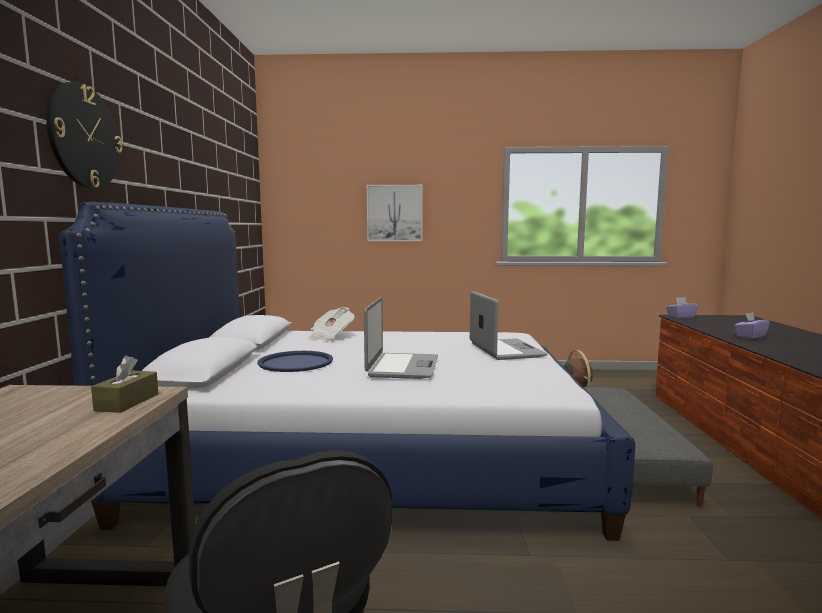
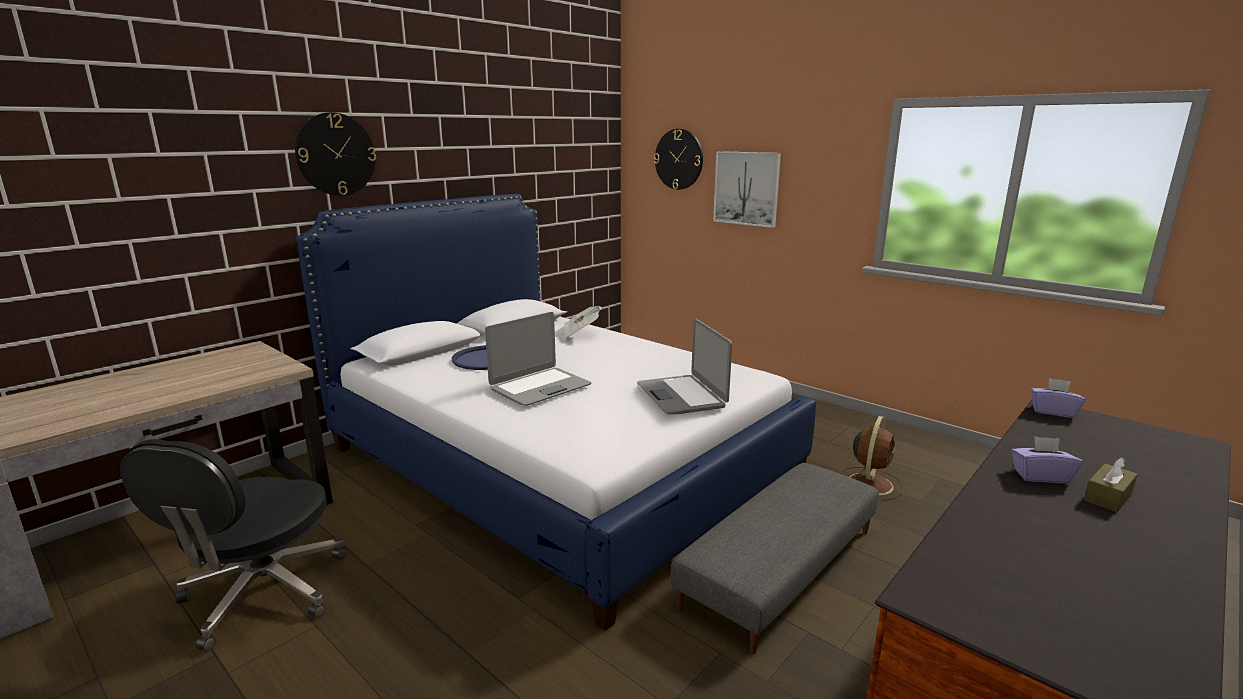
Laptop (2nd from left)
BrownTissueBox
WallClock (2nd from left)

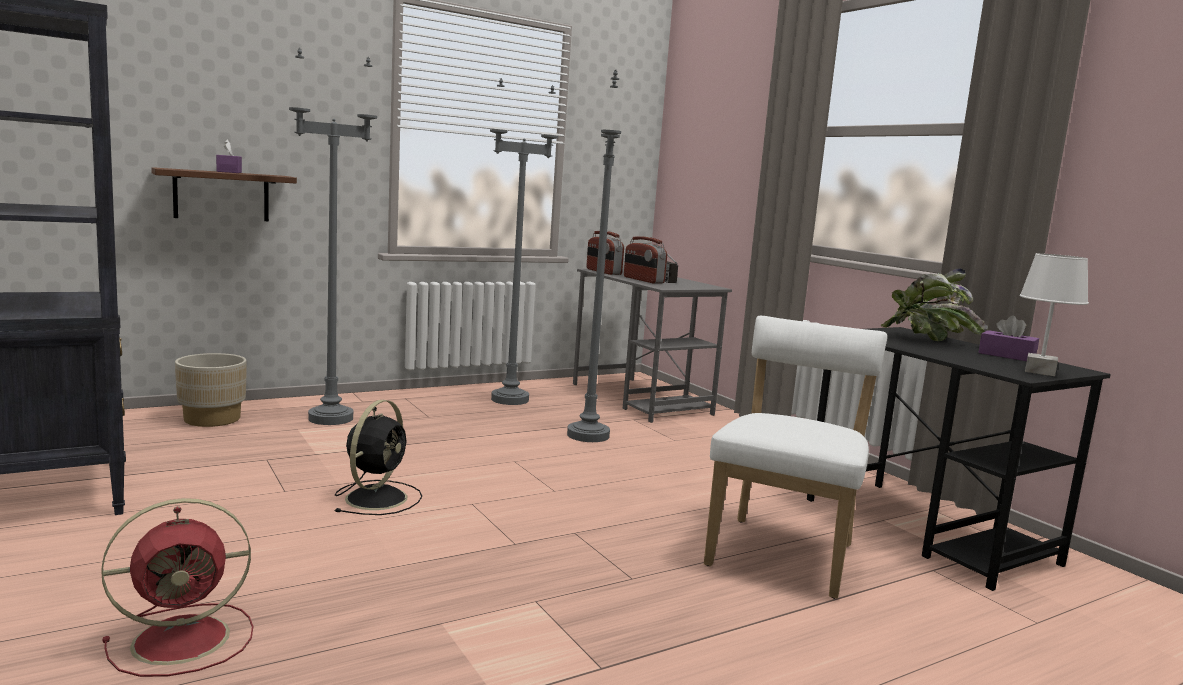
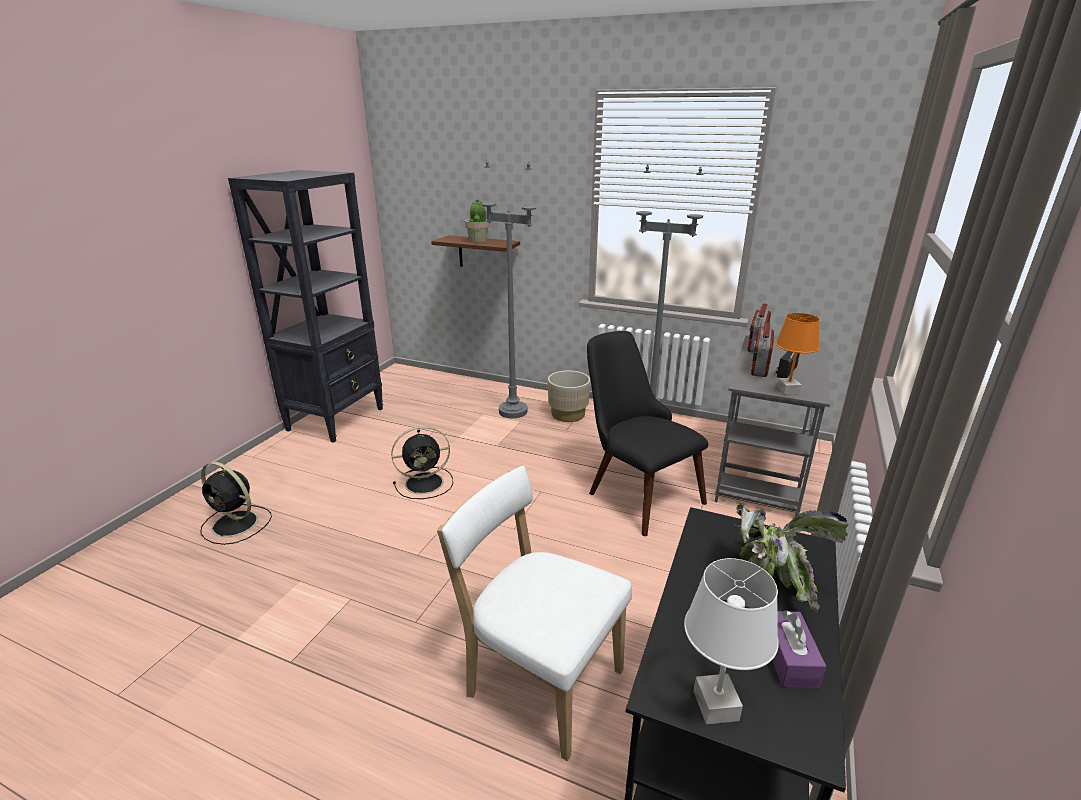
BlackChair
PottedPlant (1st from left)
WhiteChair
BeigePlanter
BlackFan (1st from left)
OrangeTableLamp

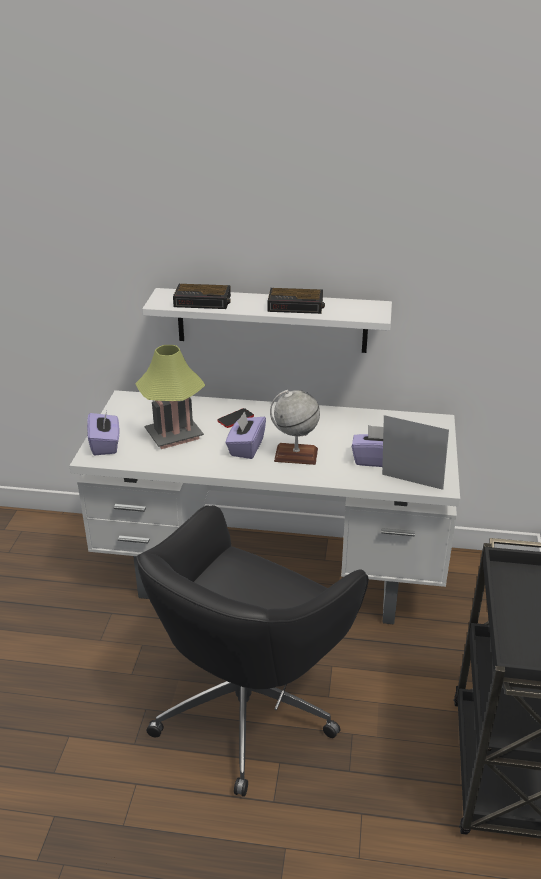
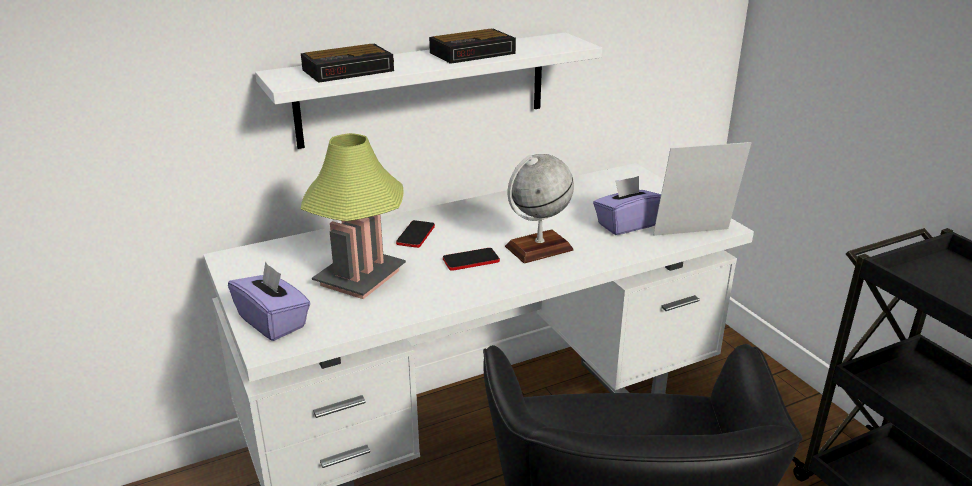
Phone (2nd from left)

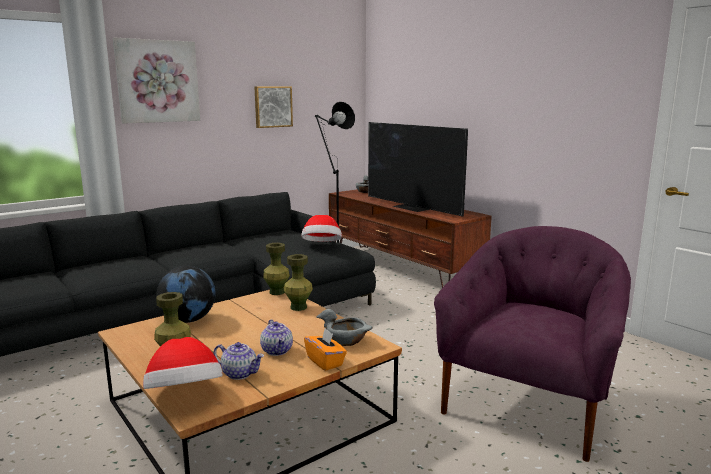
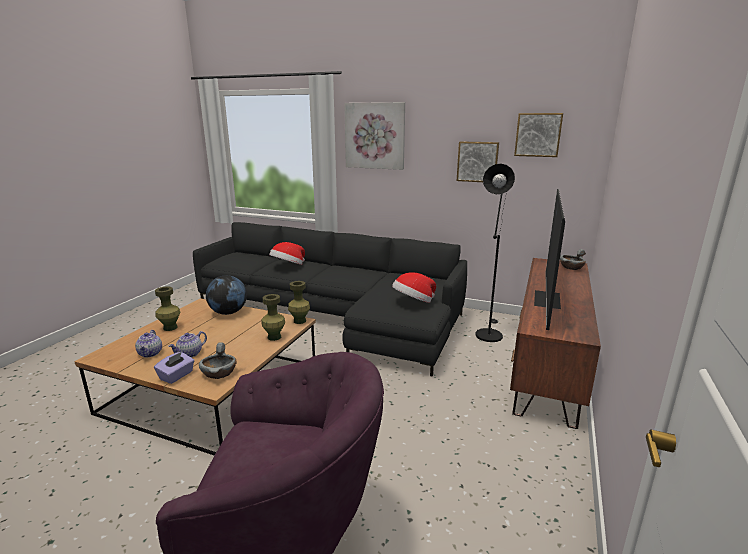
PurpleTissueBox
Hat (1st from left)
Picture (3rd from left)

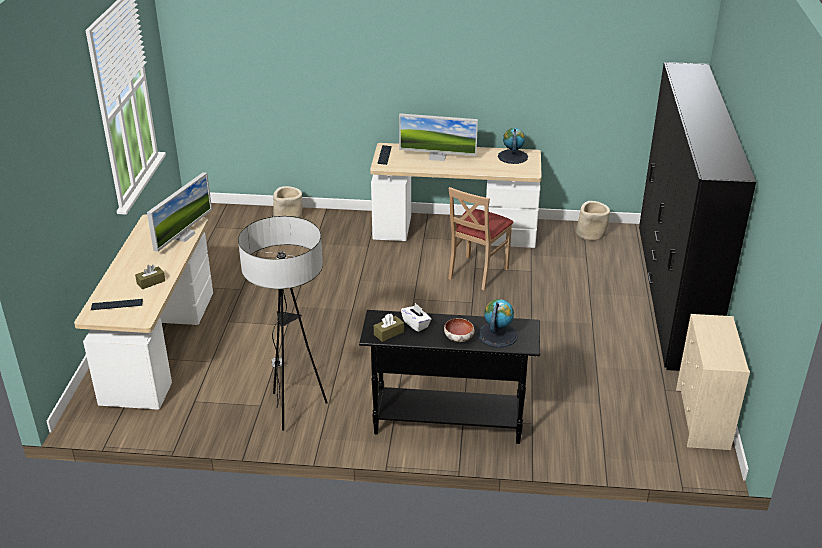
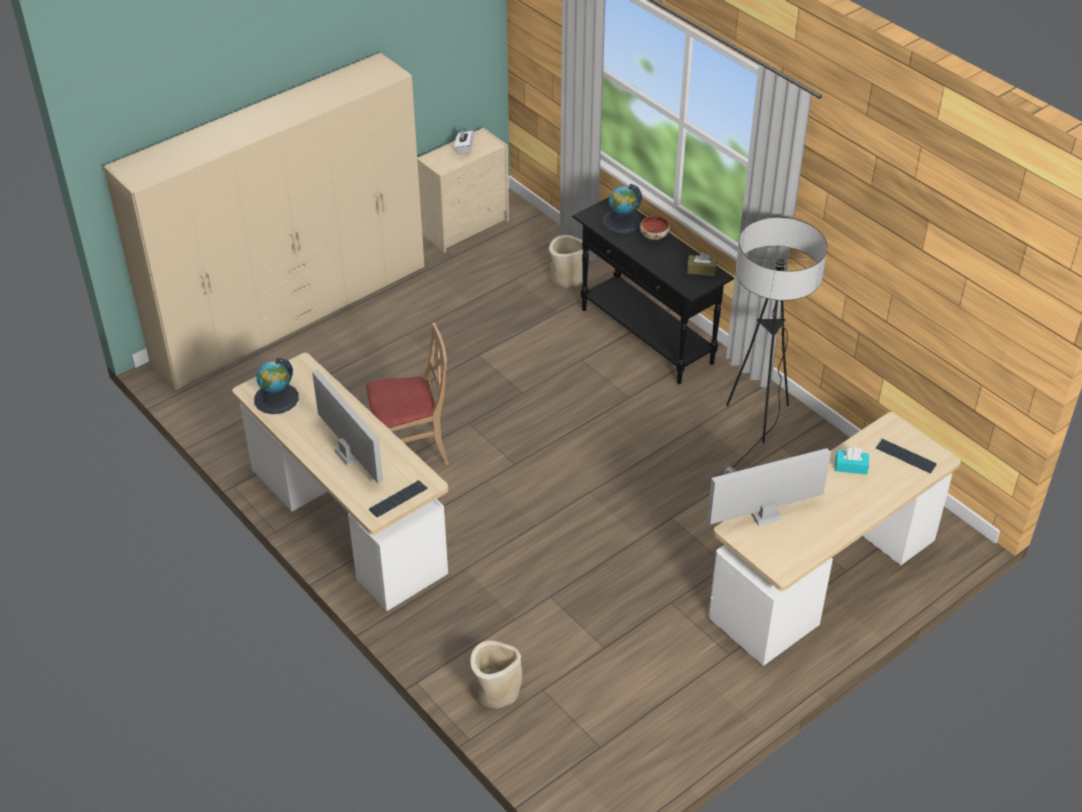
BeigeWardrobe
BeigePlanter (2nd from left)
TurquoiseTissueBox
WhiteTissueBox

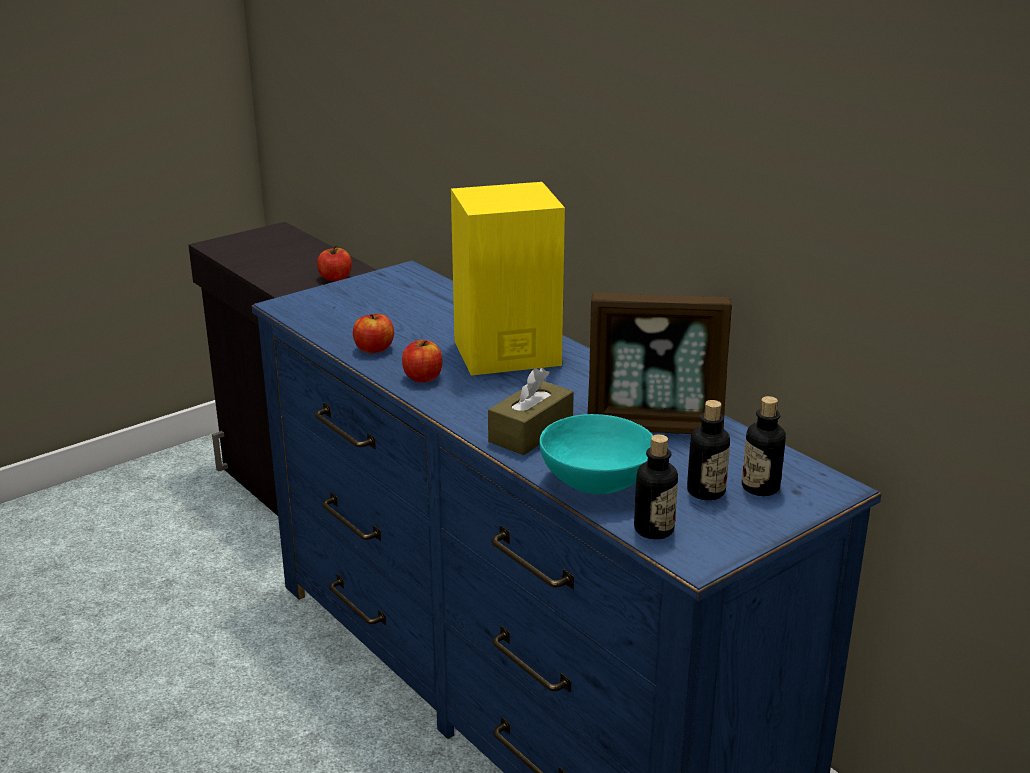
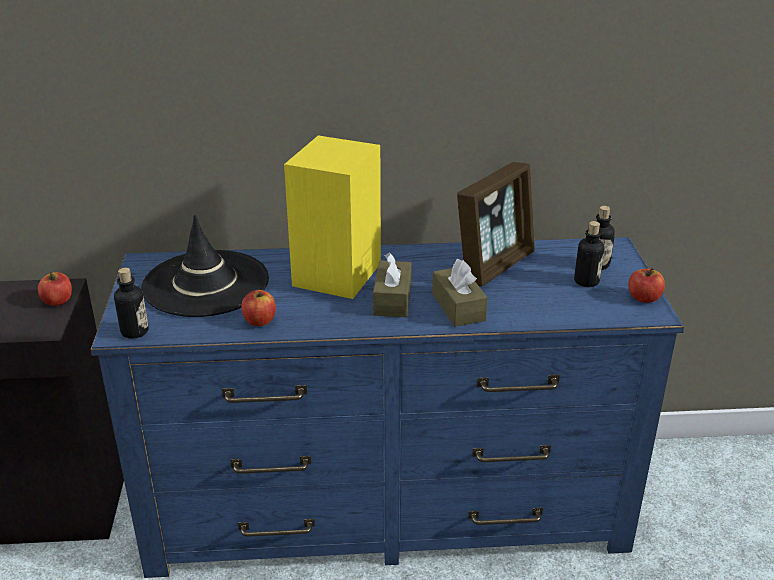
Apple (3rd from left)
TurquoiseBowl
Bottle (1st from left)
BlackHat
BrownTissueBox (1st from left)

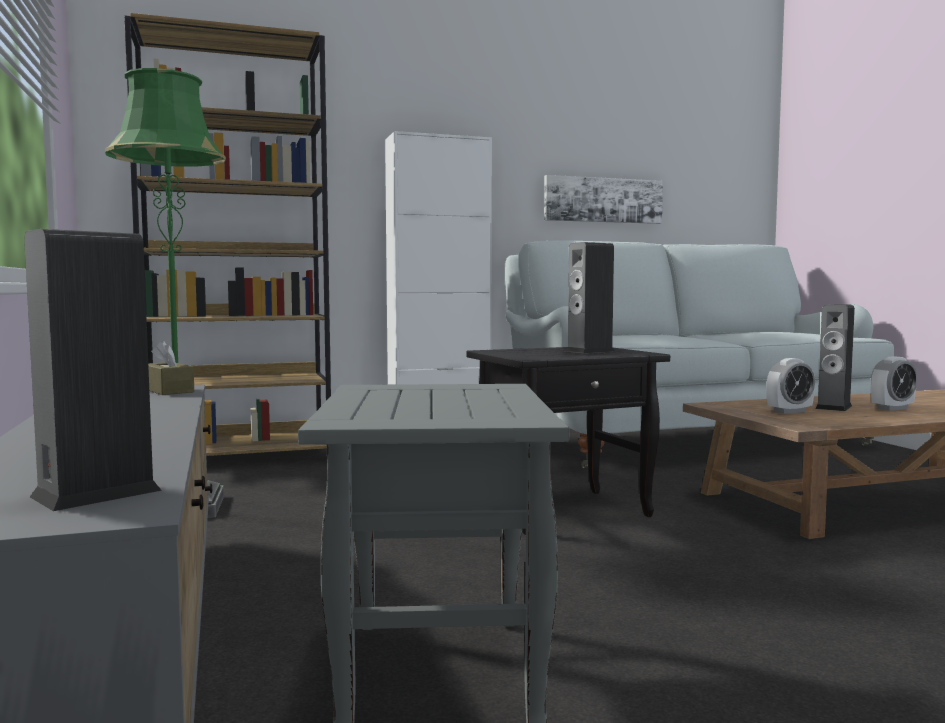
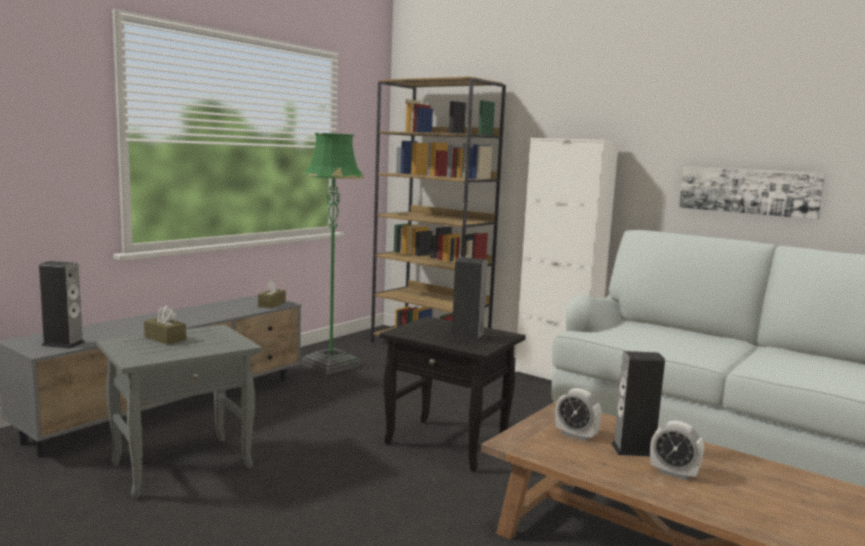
BrownTissueBox (1st from left)

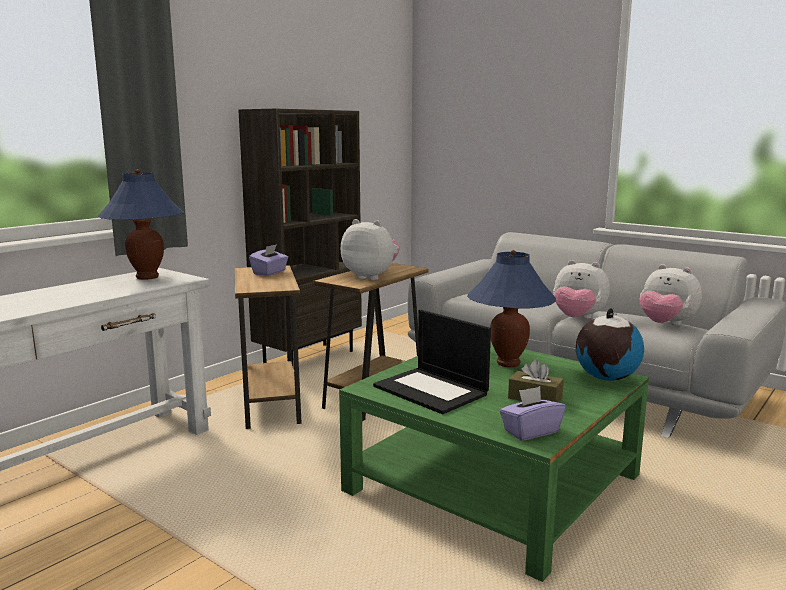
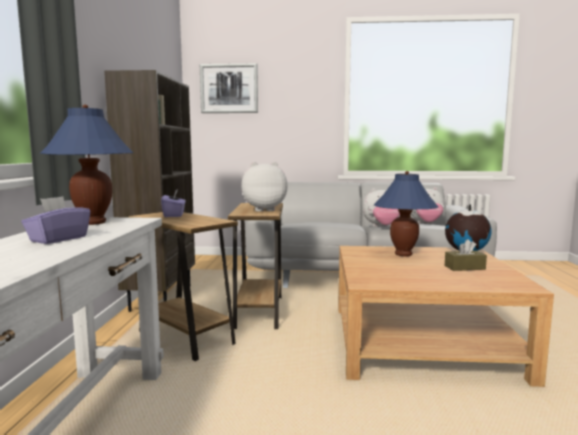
Laptop
BeigeCoffeeTable
PurpleTissueBox (1st from left)
Picture

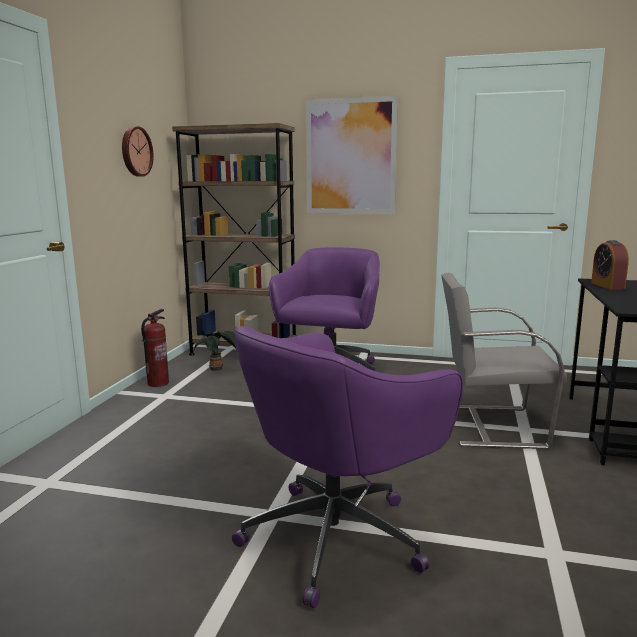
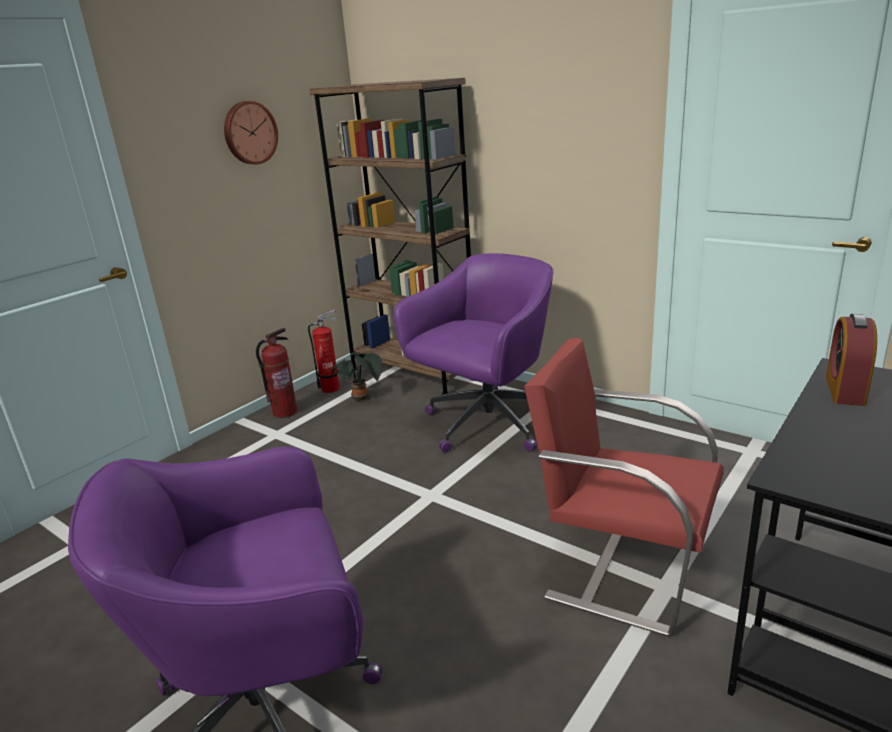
Picture
RedChair
FireExtinguisher (2nd from left)

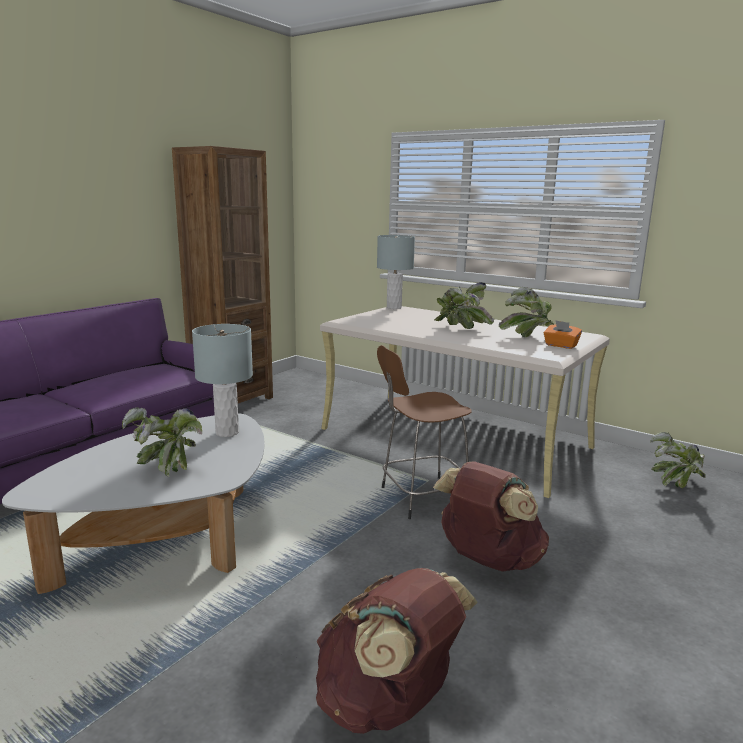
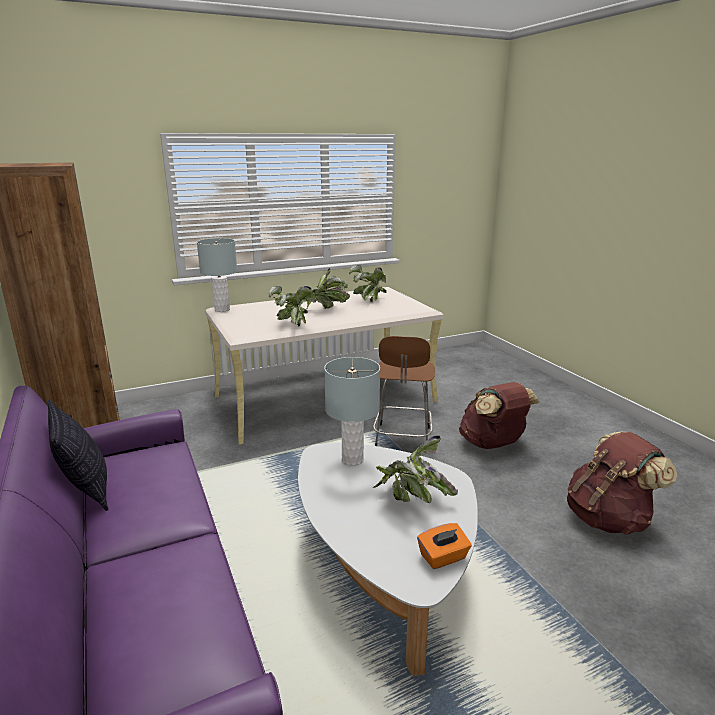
OrangeTissueBox
PottedPlant (1st from left)
Pillow

